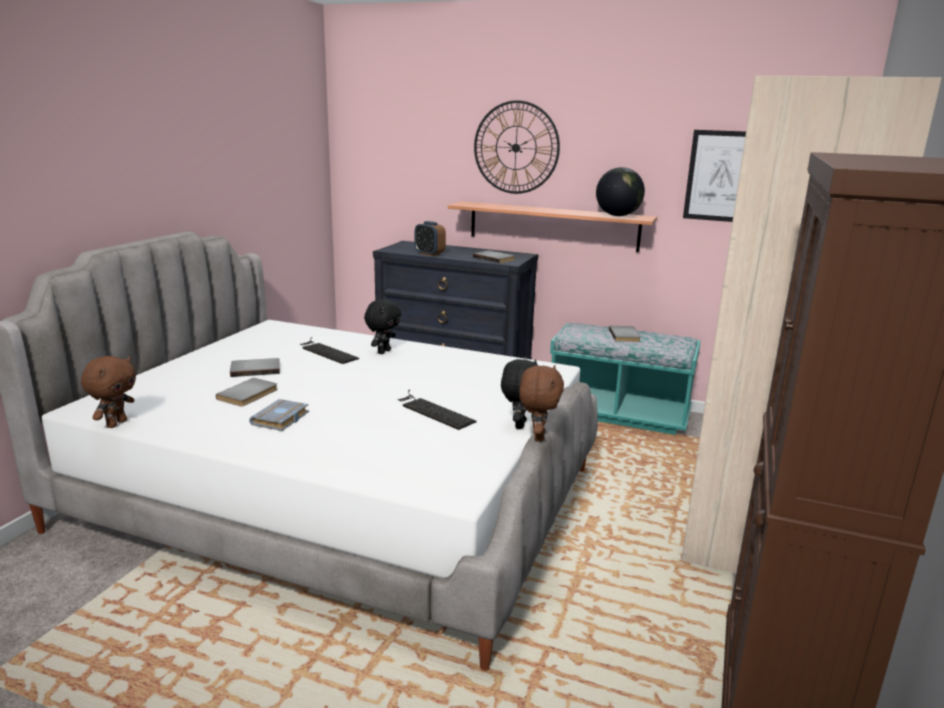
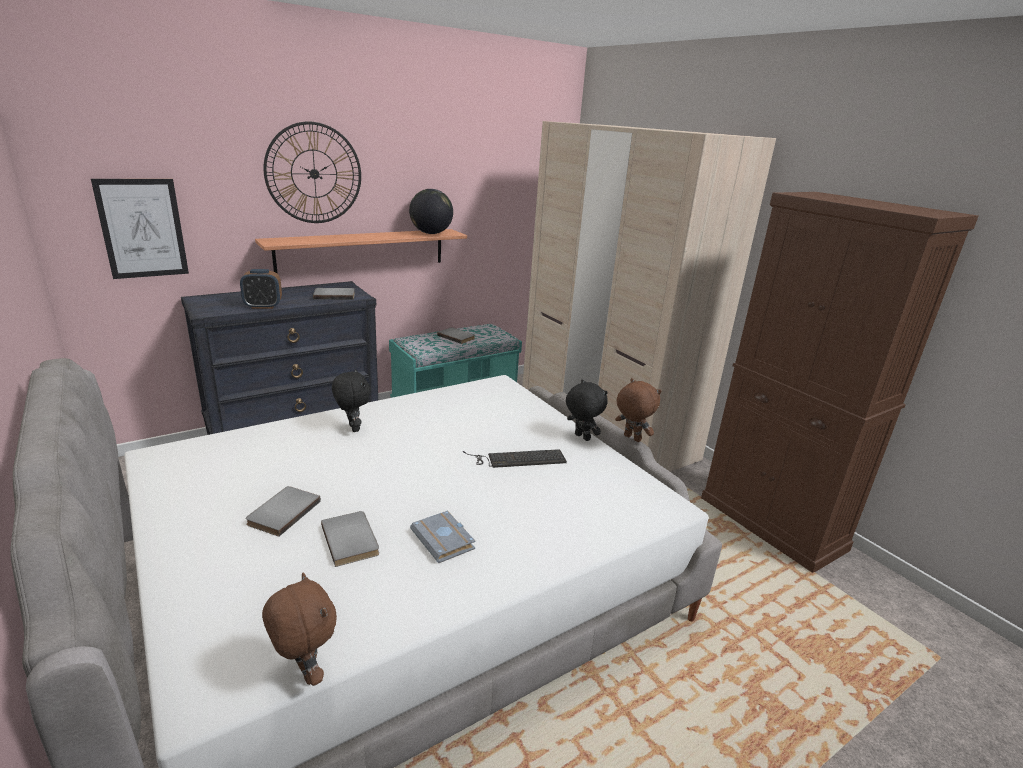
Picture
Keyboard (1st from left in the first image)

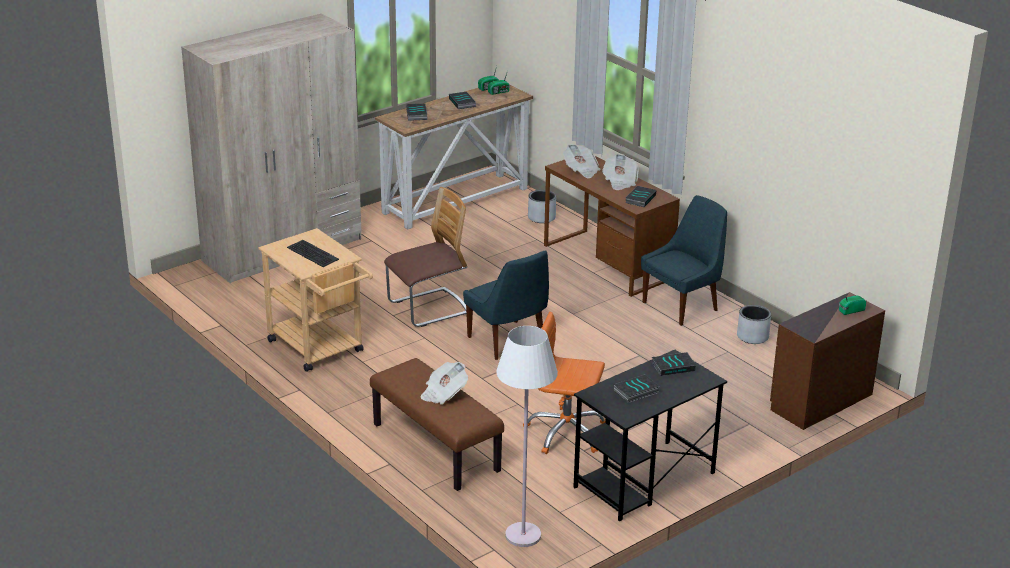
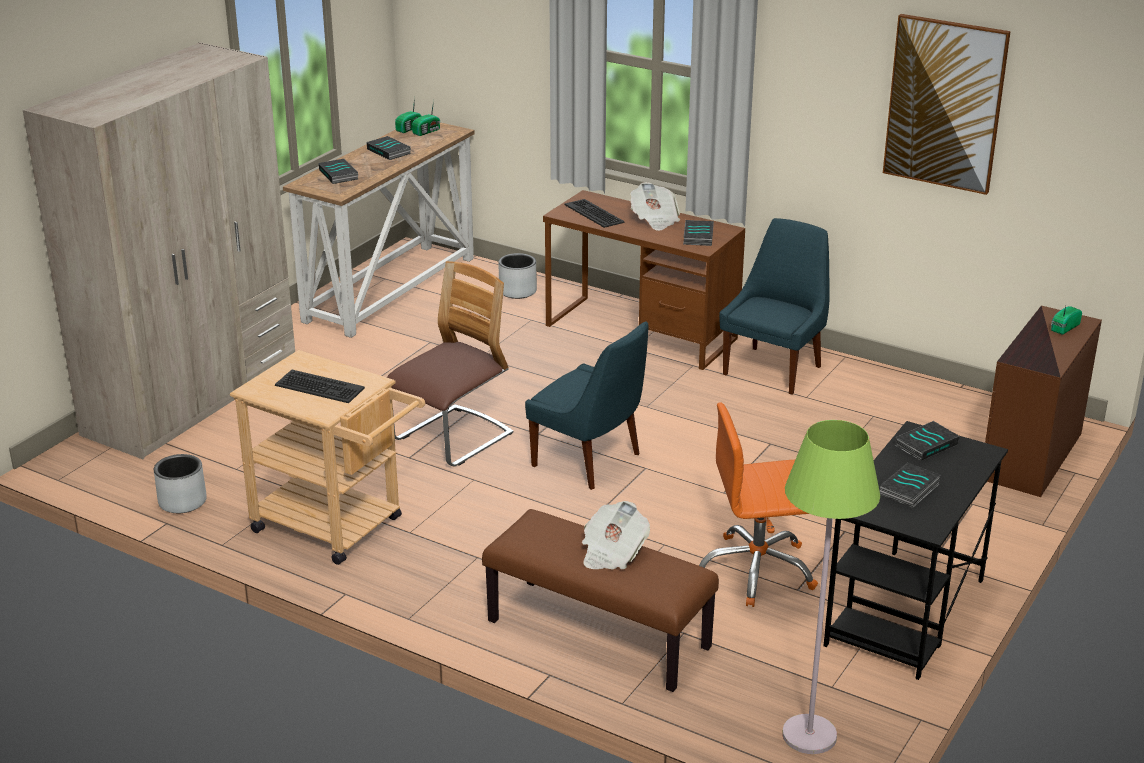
Keyboard (2nd from left)
GreyPlanter (1st from left)
GreenFloorLamp
Picture

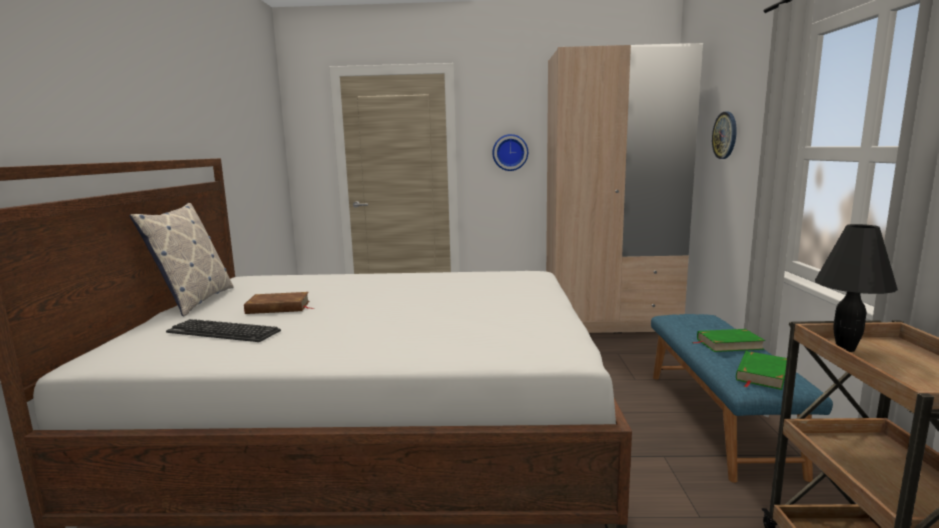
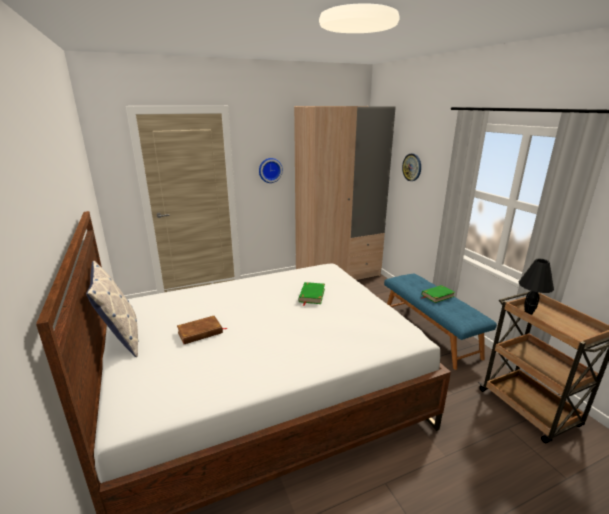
Keyboard
GreenBook (1st from left)

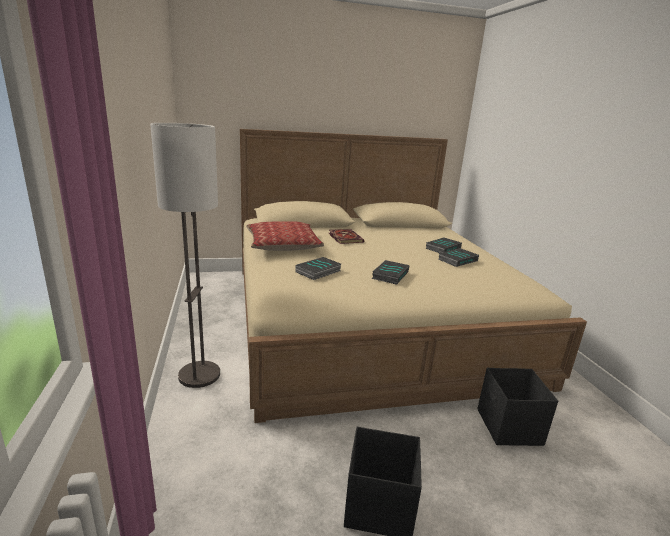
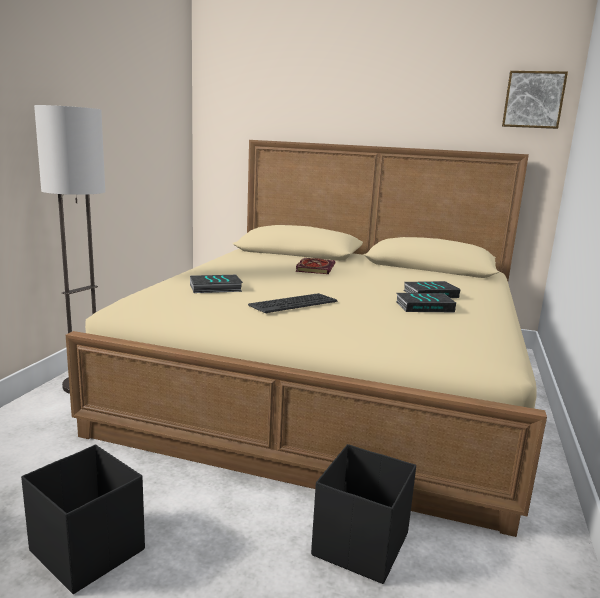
Pillow
Keyboard
Picture

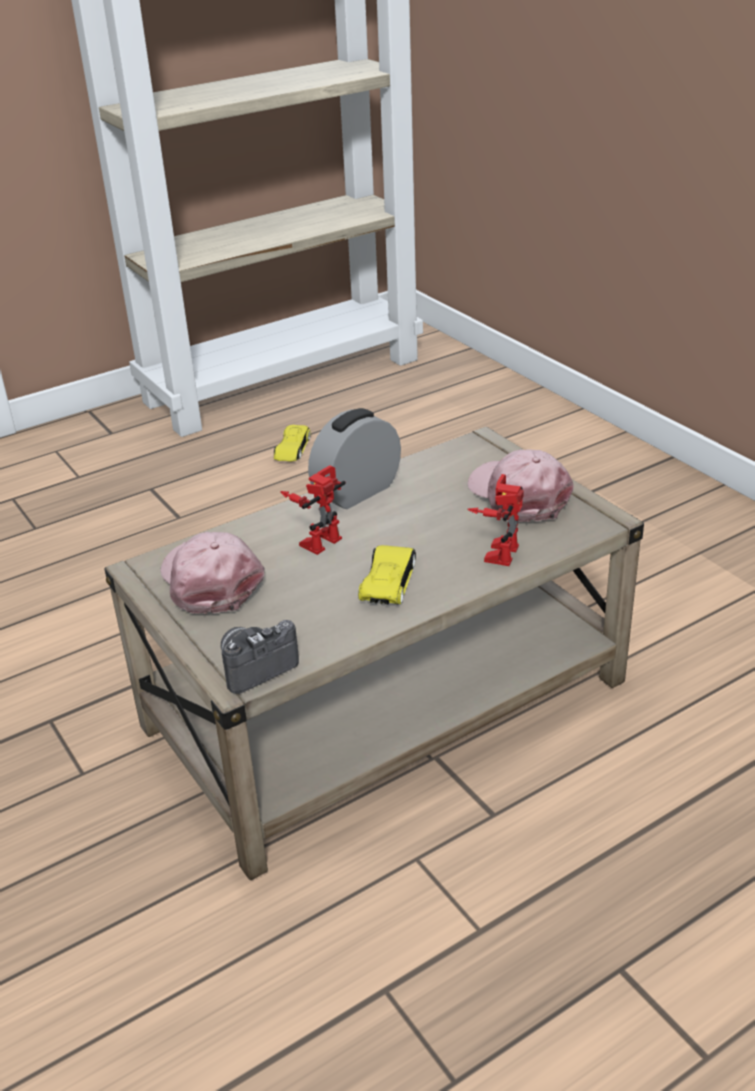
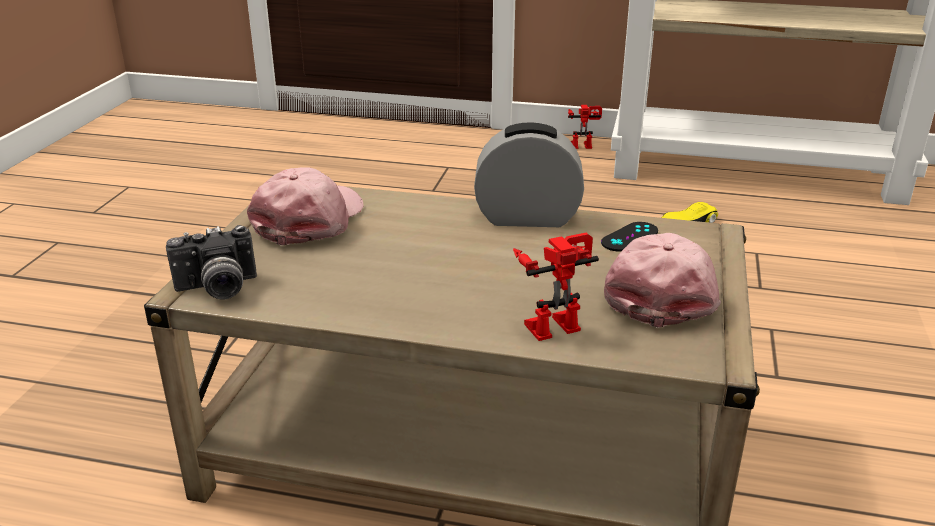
ToyRobot (2nd from left)
YellowToyCar (2nd from left in the first image)
PhotoCamera
BlackGameController

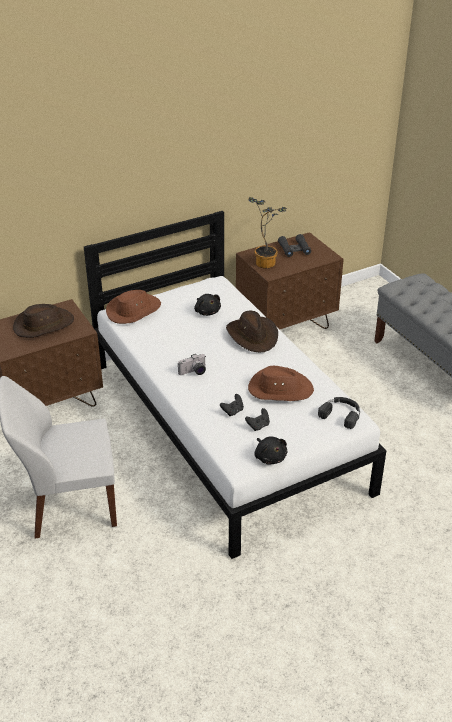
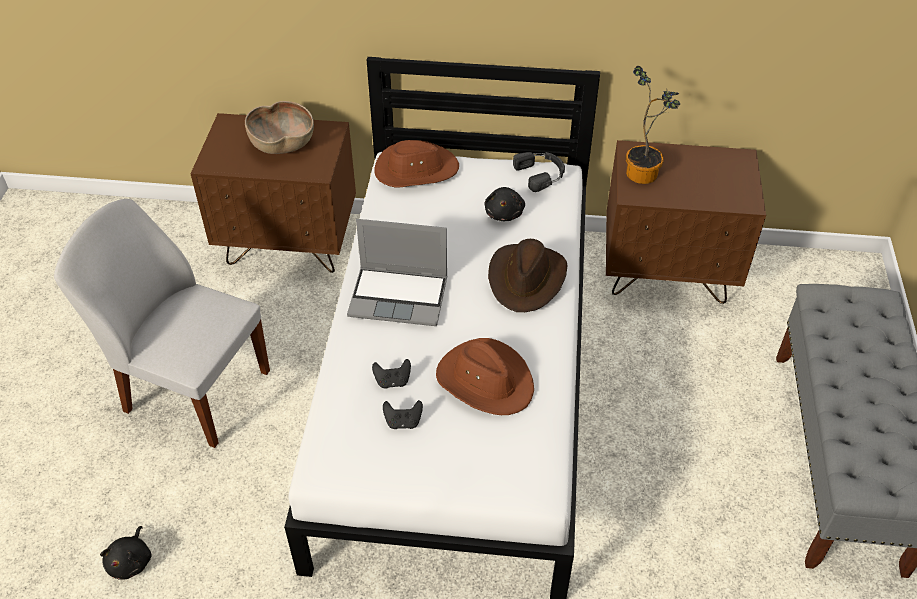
BlackBinoculars
BrownBowl
Laptop
BlackHeadphones
BlackPlushToy (1st from left)

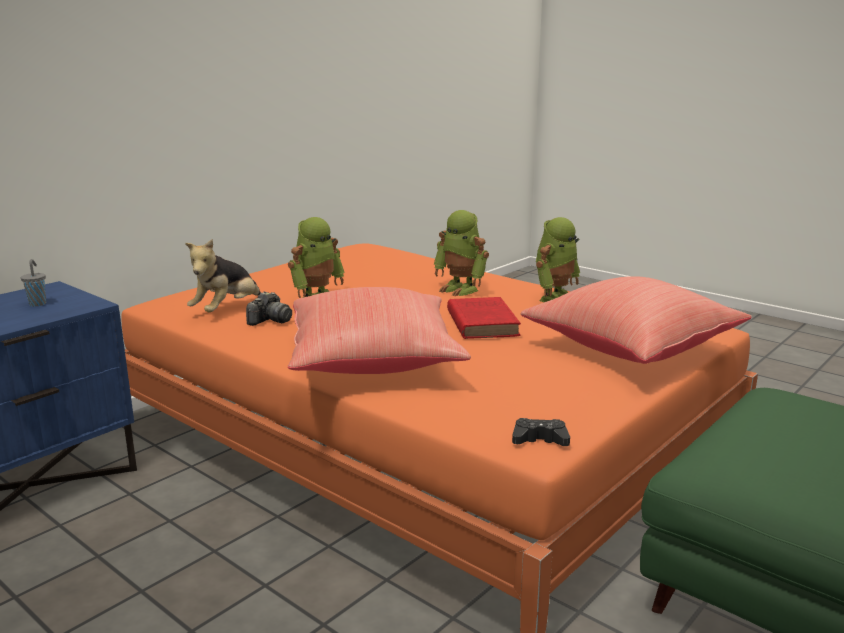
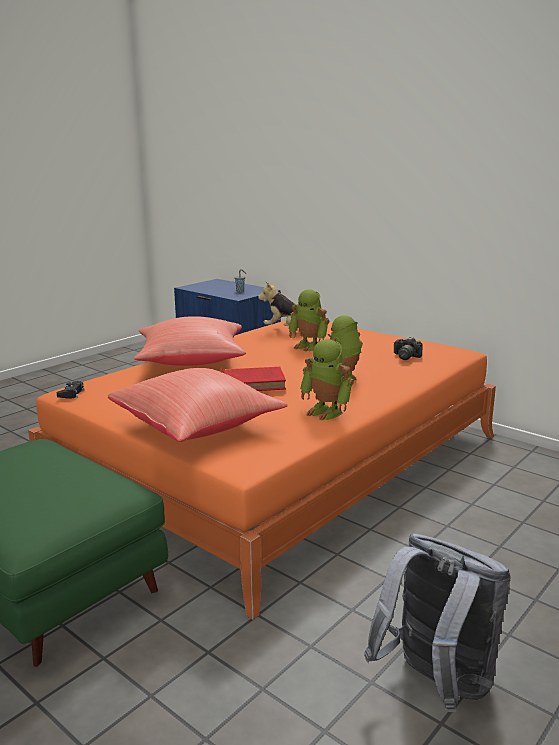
PhotoCamera
GreyBackpack

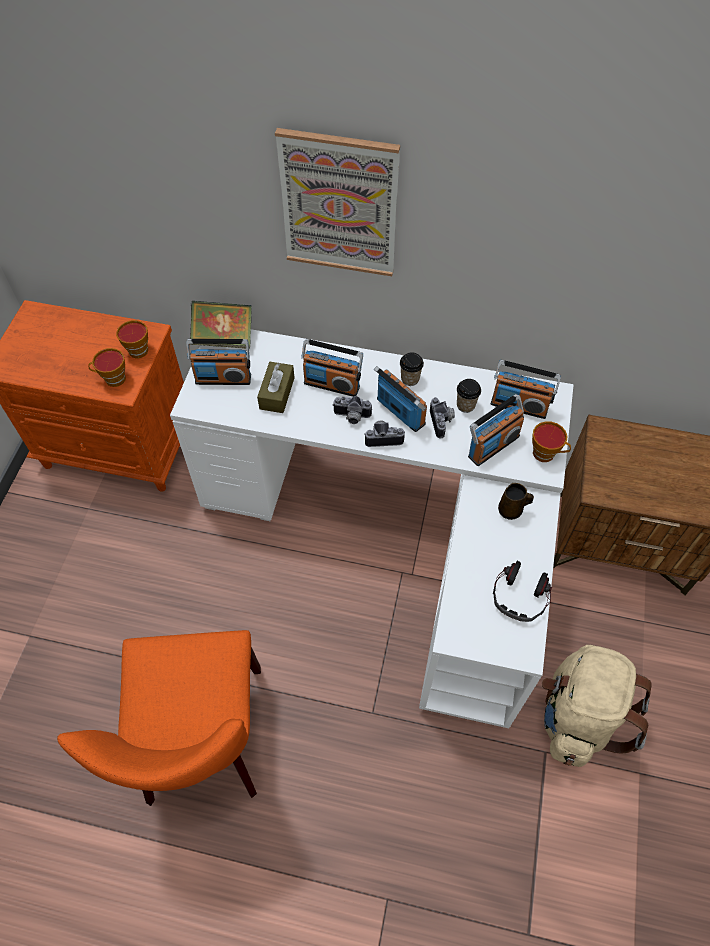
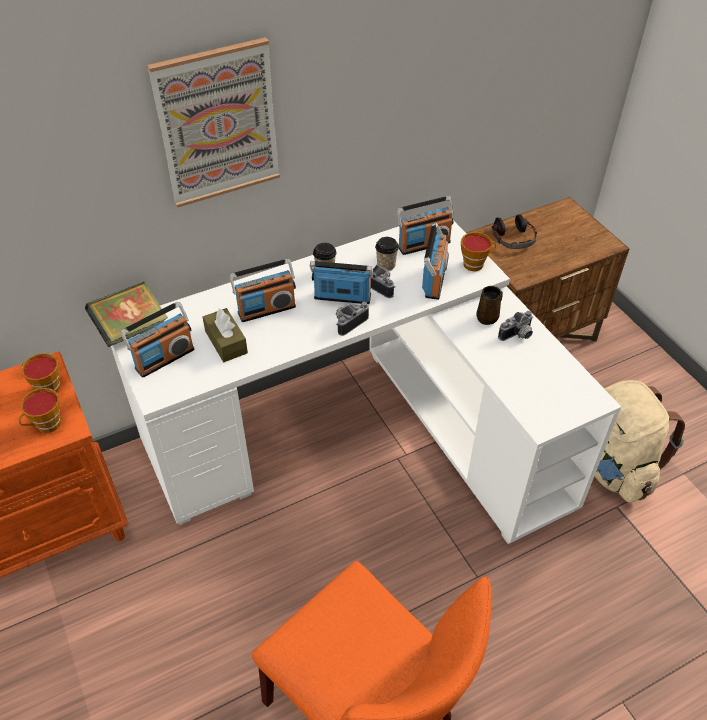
PhotoCamera (3rd from left)
Headphones

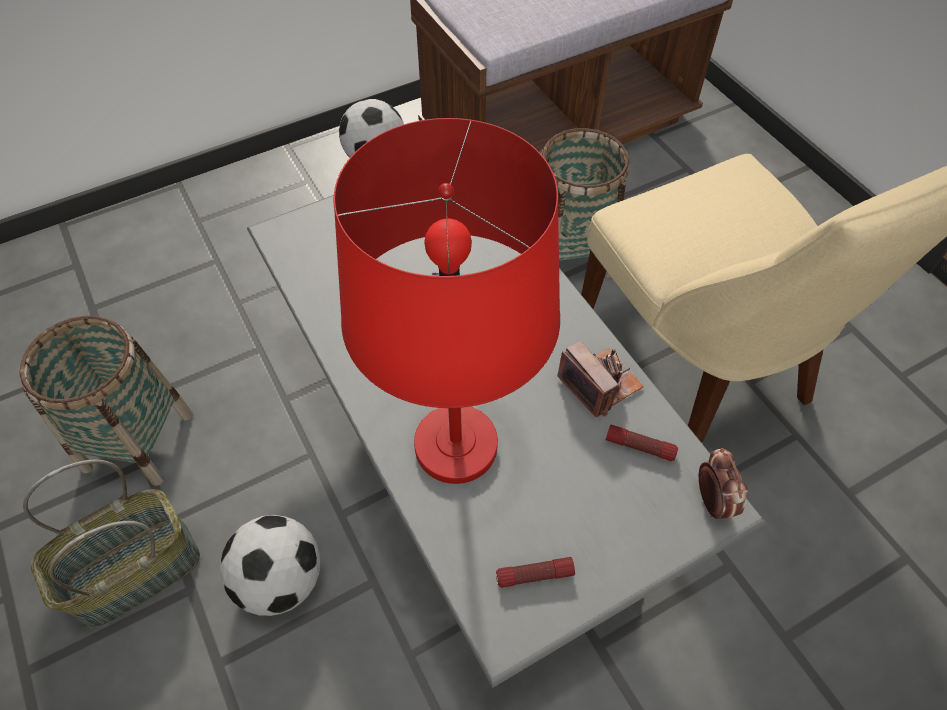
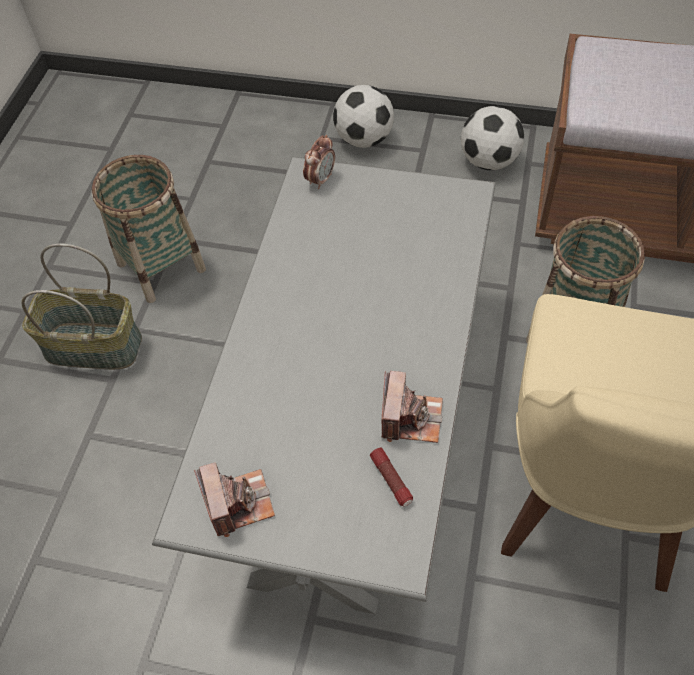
RedTableLamp
AlarmClock
Football (1st from left)
PhotoCamera (1st from left)

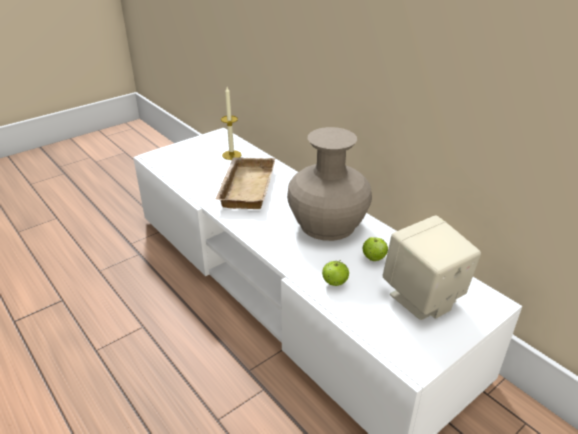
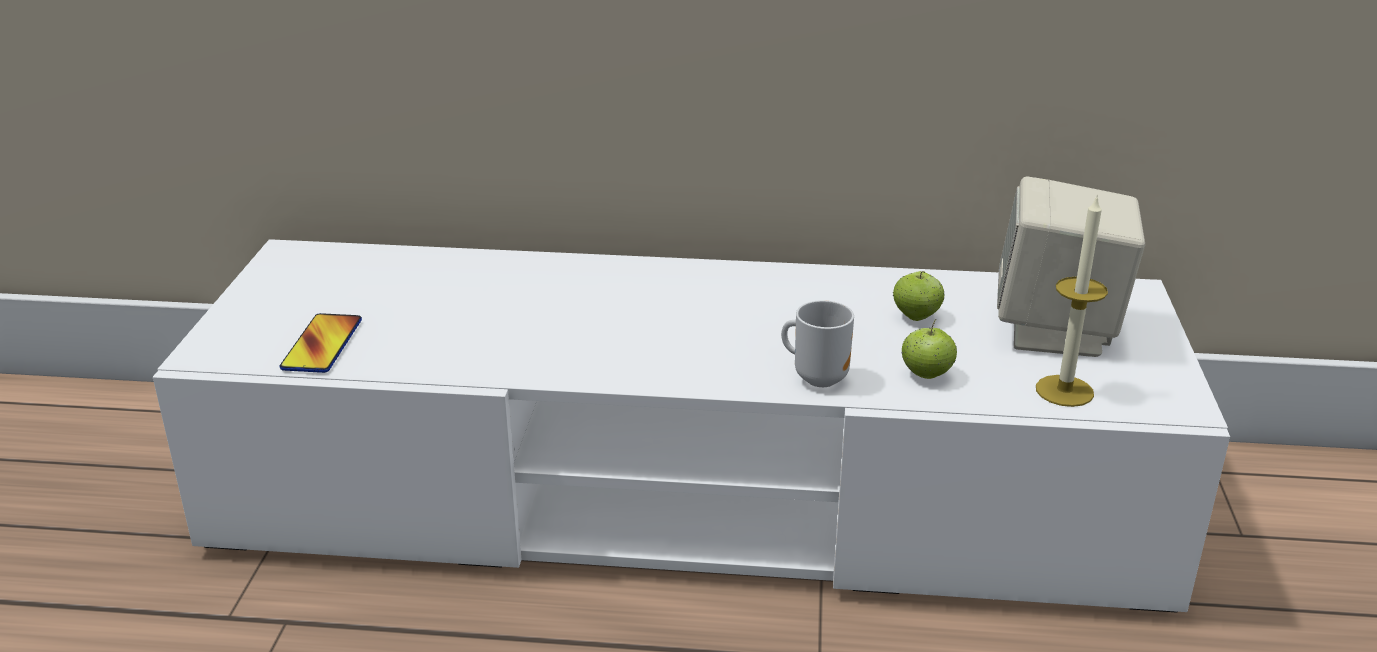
Candle
BeigeVase
BeigeTray
Mug
Phone

